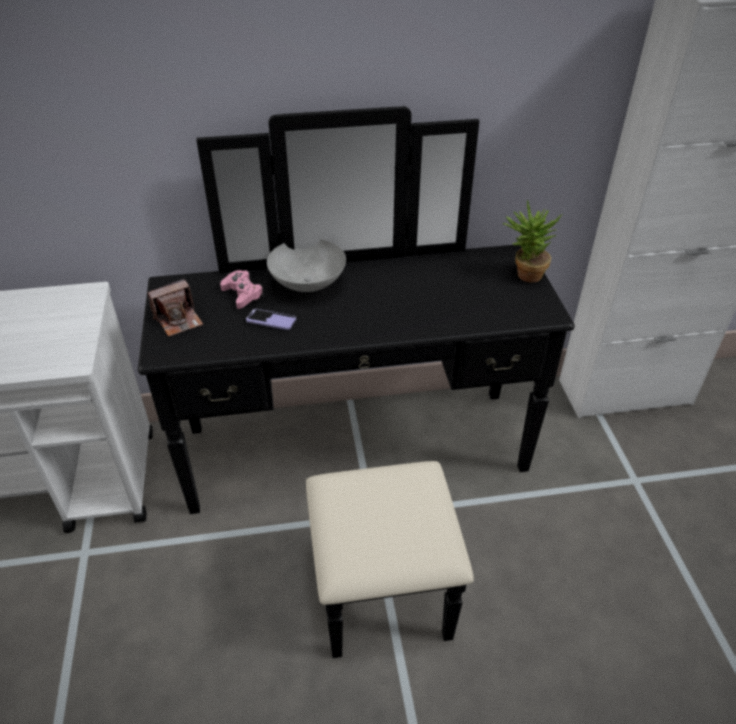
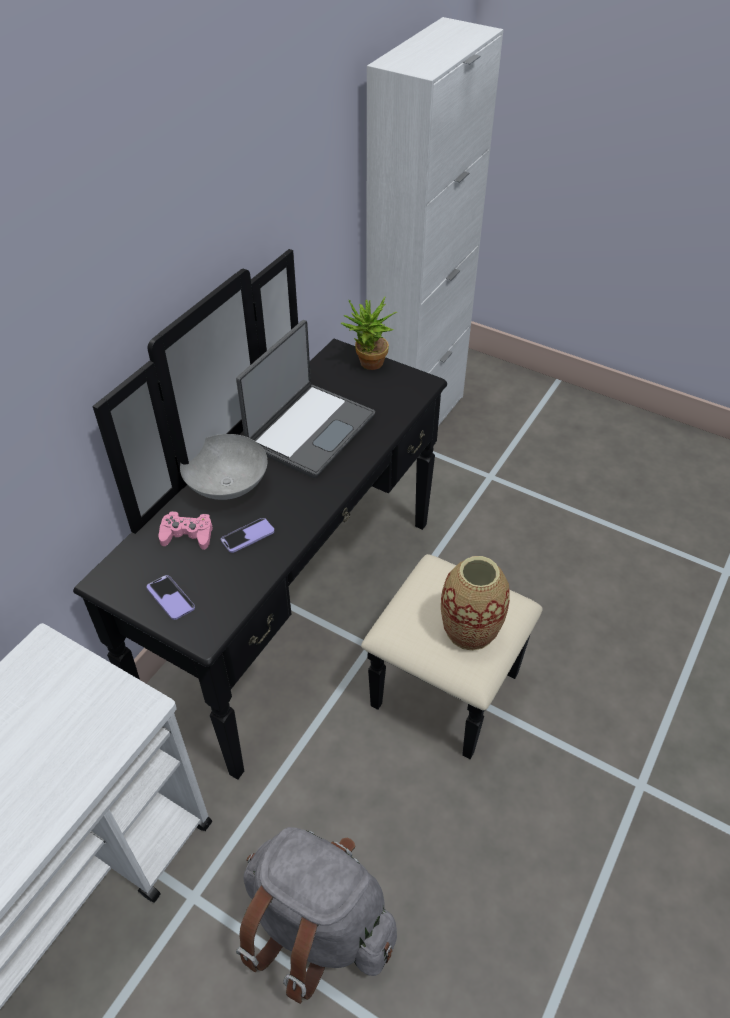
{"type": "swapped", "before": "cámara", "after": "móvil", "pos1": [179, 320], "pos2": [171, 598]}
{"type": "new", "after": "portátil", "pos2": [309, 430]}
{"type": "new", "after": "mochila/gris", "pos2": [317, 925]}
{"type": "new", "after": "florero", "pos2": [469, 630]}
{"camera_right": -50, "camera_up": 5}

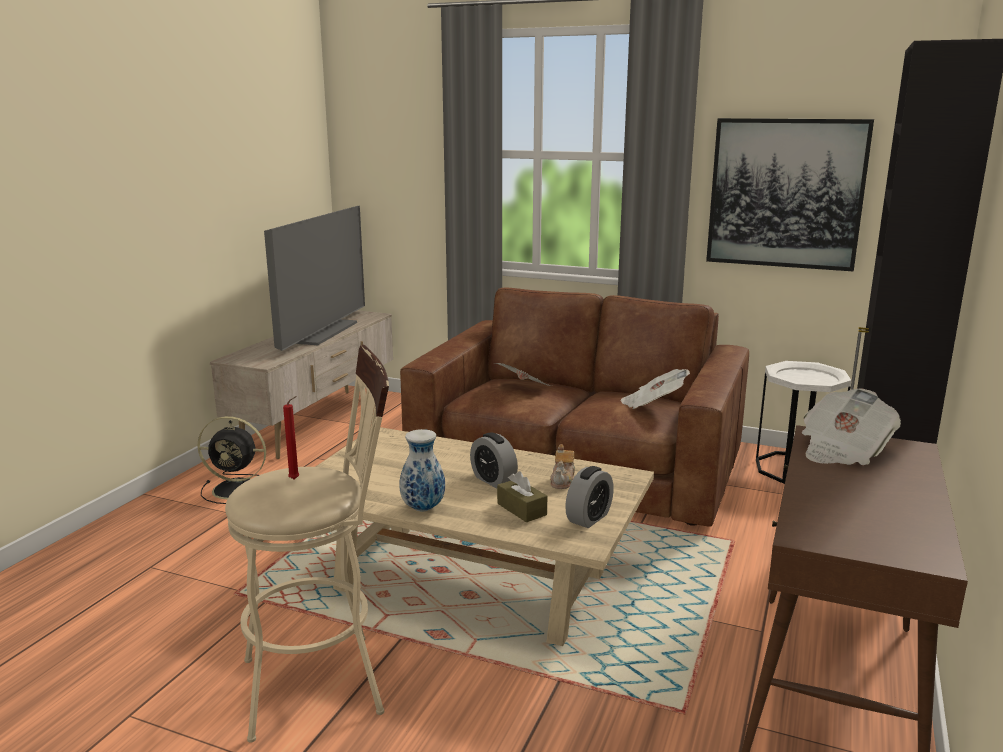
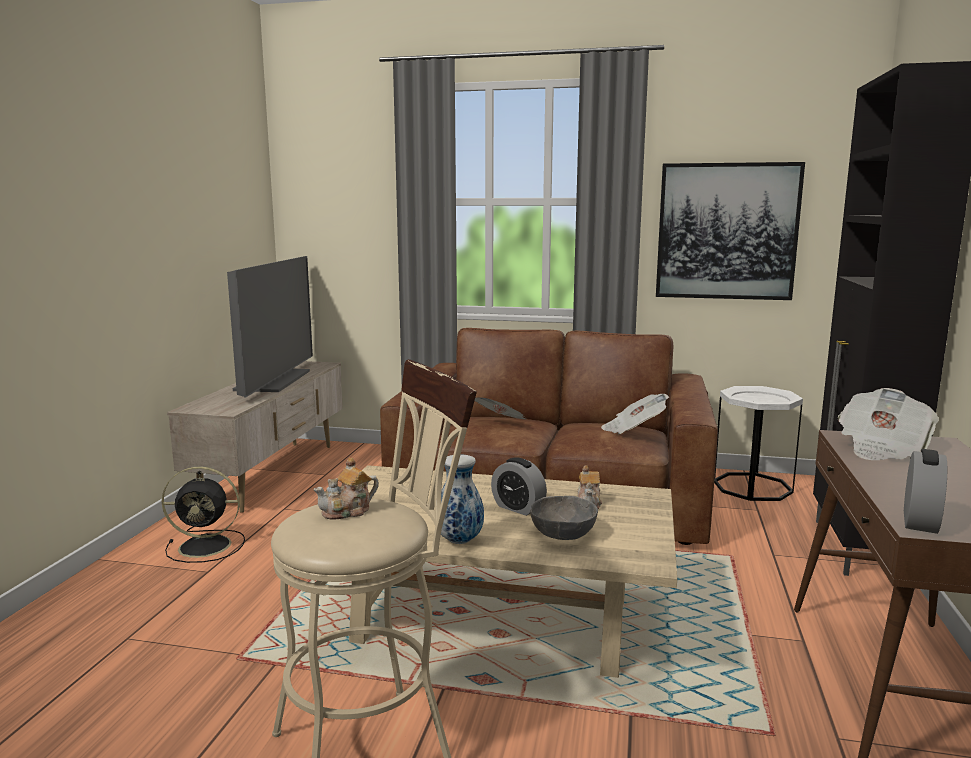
{"type": "swapped", "before": "vela/rojo", "after": "tetera", "pos1": [296, 479], "pos2": [348, 511]}
{"type": "swapped", "before": "caja de pañuelos/marrón", "after": "cuenco/gris", "pos1": [521, 509], "pos2": [563, 534]}
{"type": "shifted", "before": "despertador", "pos1": [589, 518], "pos2": [920, 521]}
{"camera_right": -10, "camera_up": -5}

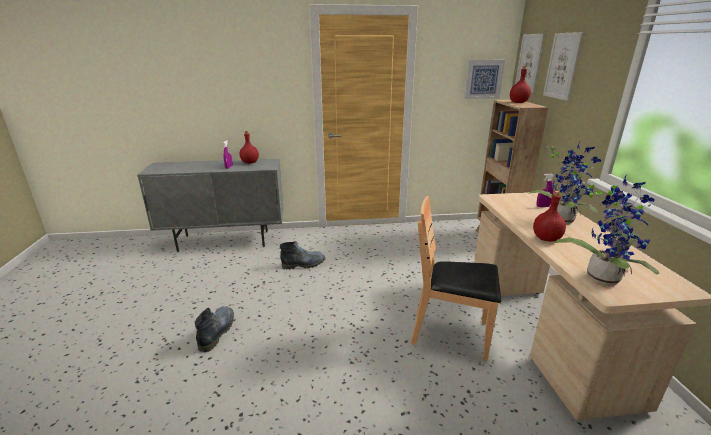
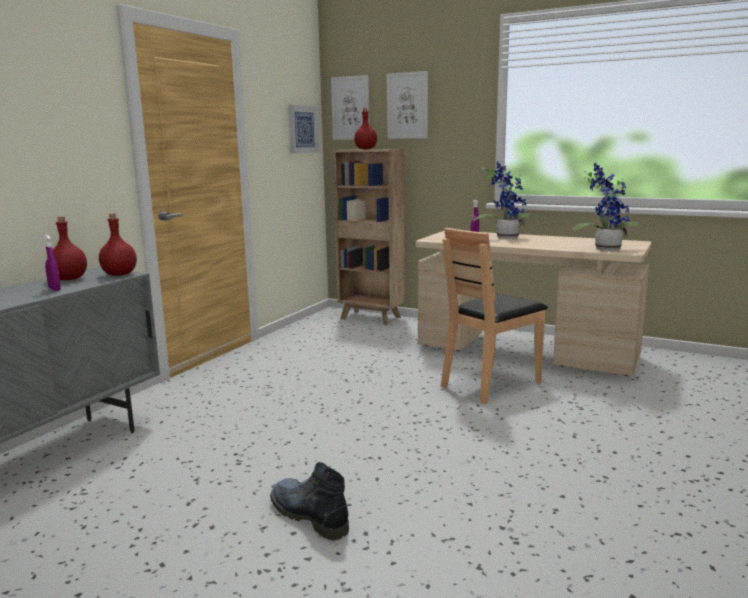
{"type": "gone", "before": "bota", "pos1": [304, 264]}
{"type": "shifted", "before": "botella/rojo", "pos1": [546, 238], "pos2": [119, 274]}
{"camera_right": -55, "camera_up": -10}

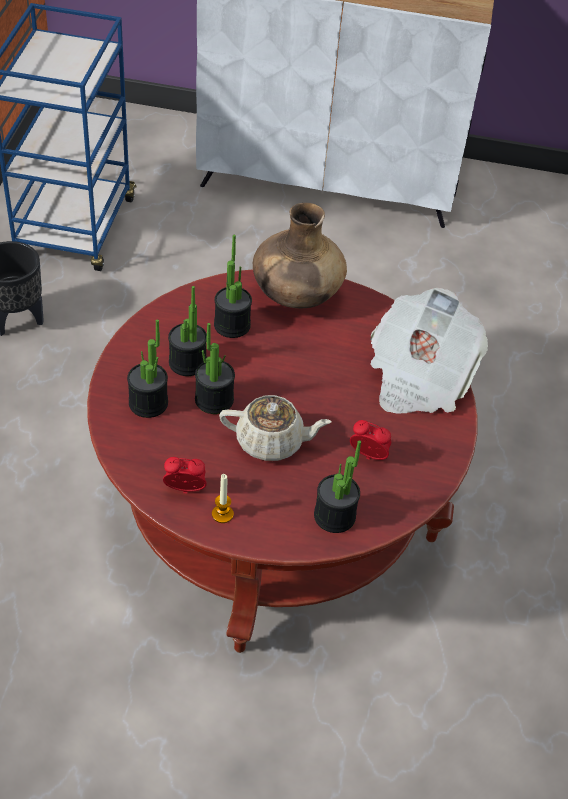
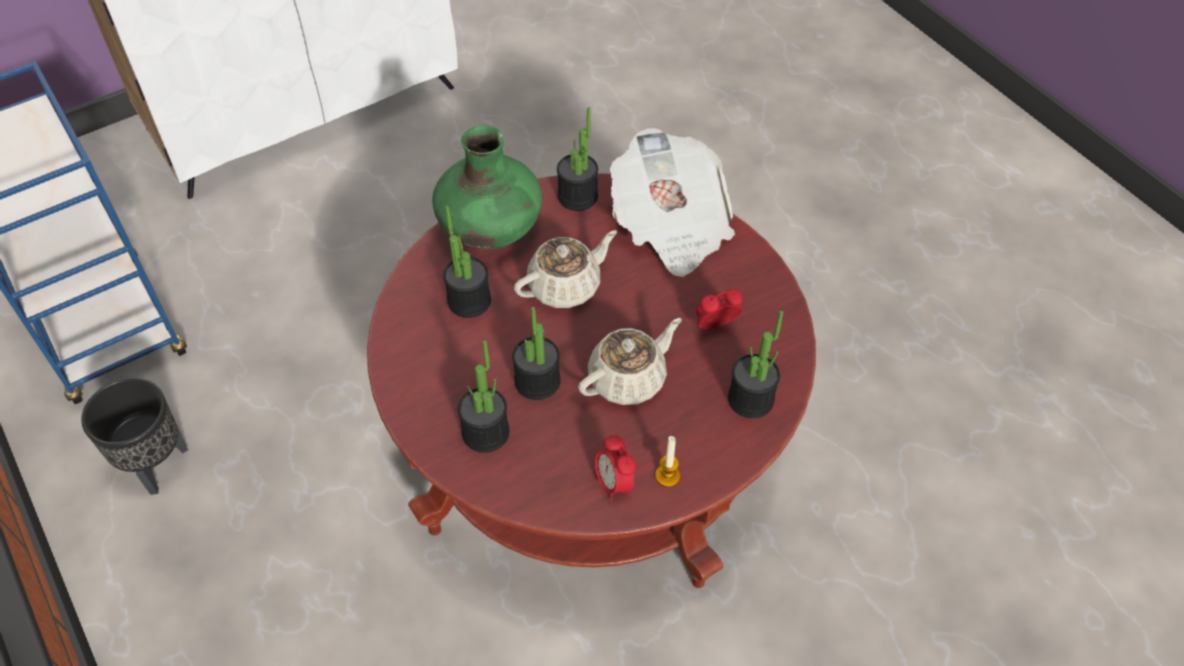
{"type": "rotated", "before": "despertador", "pos1": [185, 491], "pos2": [614, 483], "turn": -75}
{"type": "shifted", "before": "planta en maceta", "pos1": [187, 363], "pos2": [577, 196]}
{"type": "repainted", "before": "florero/marrón", "after": "florero/verde", "pos1": [296, 296], "pos2": [490, 231]}
{"type": "new", "after": "tetera/beis", "pos2": [565, 286]}
{"camera_right": -40, "camera_up": 5}

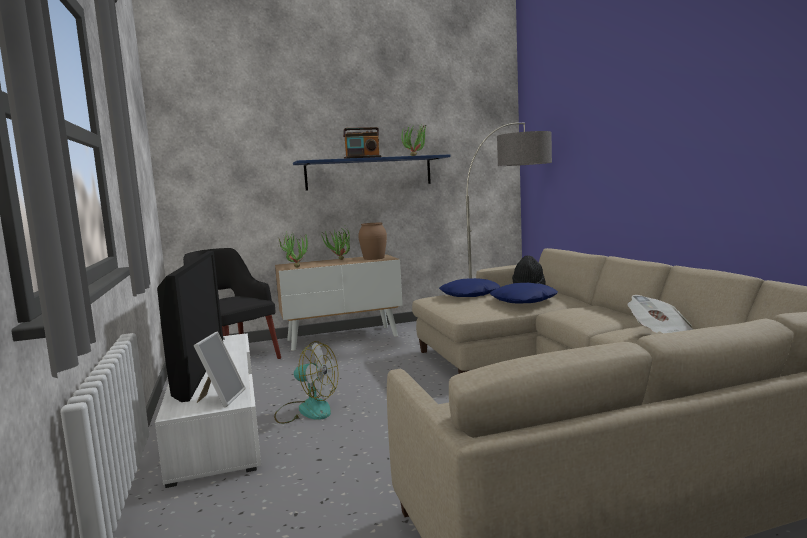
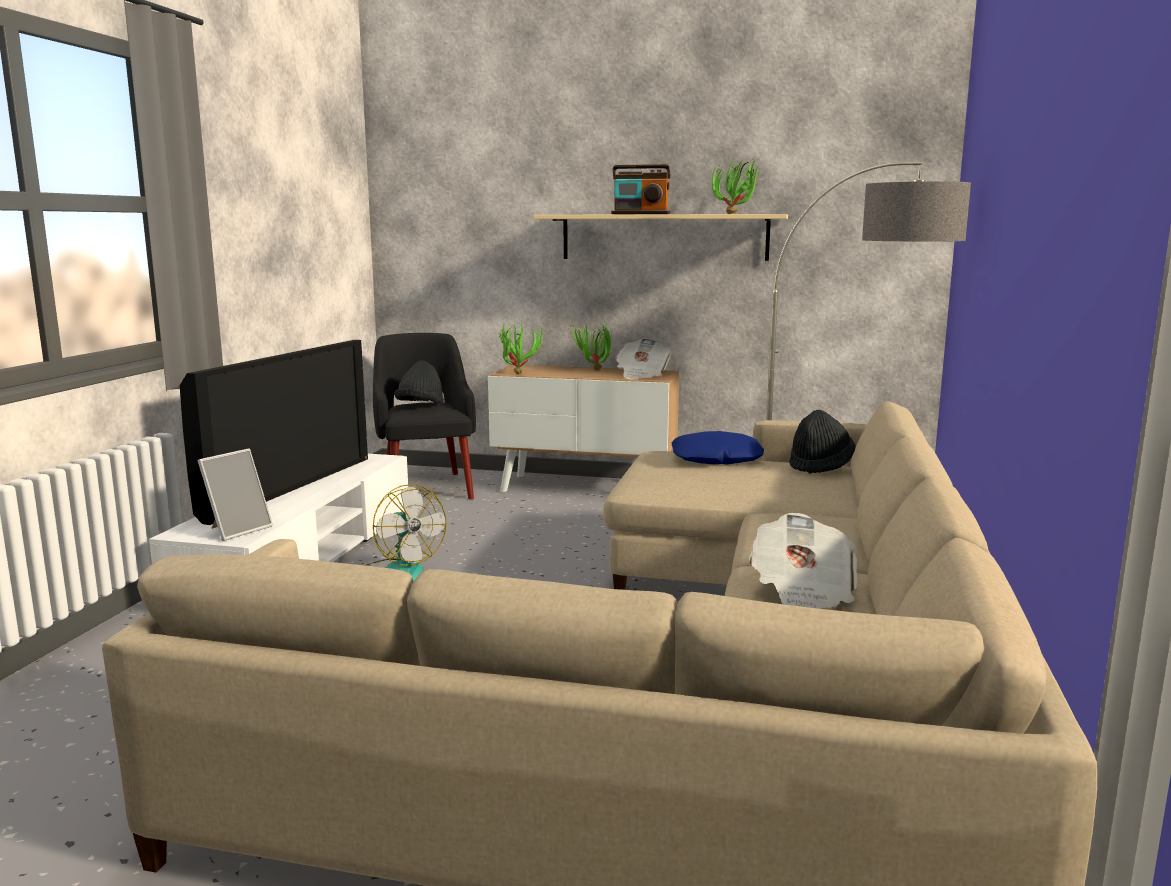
{"type": "repainted", "before": "estante/azul", "after": "estante/beis", "pos1": [369, 173], "pos2": [664, 237]}
{"type": "swapped", "before": "florero/marrón", "after": "periódico", "pos1": [374, 258], "pos2": [642, 375]}
{"type": "gone", "before": "cojín/azul", "pos1": [524, 300]}
{"type": "new", "after": "sombrero/negro", "pos2": [420, 406]}
{"camera_right": 30, "camera_up": 5}

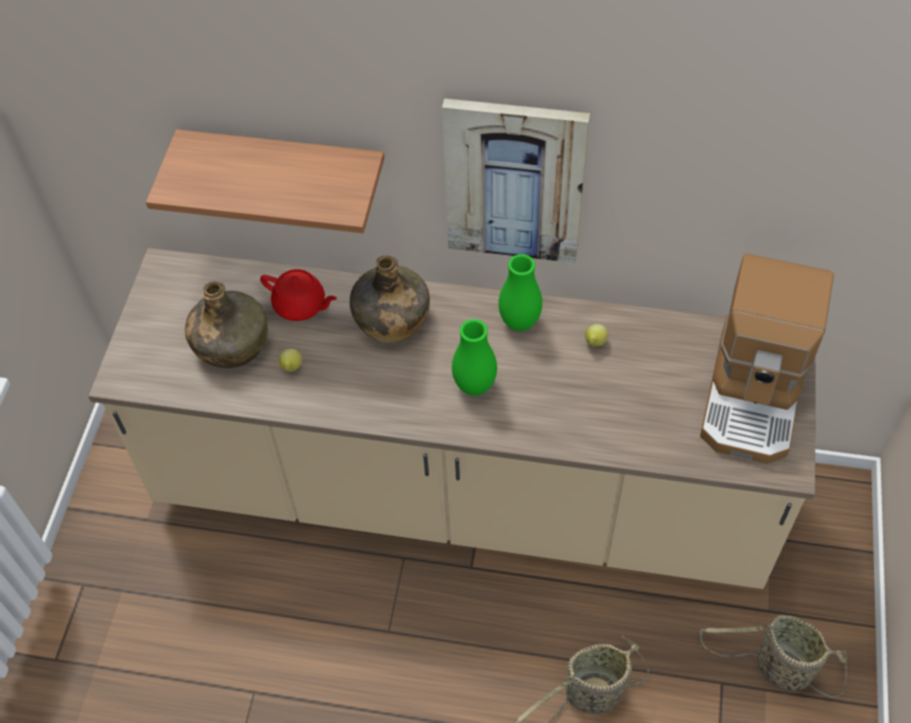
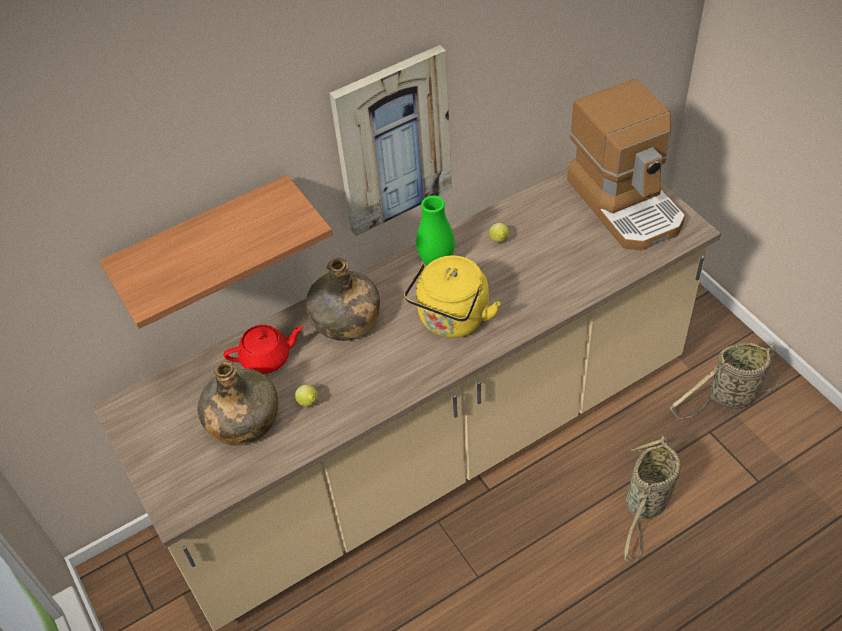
{"type": "swapped", "before": "florero/verde", "after": "hervidor/amarillo", "pos1": [474, 386], "pos2": [452, 320]}
{"camera_right": -40, "camera_up": -5}

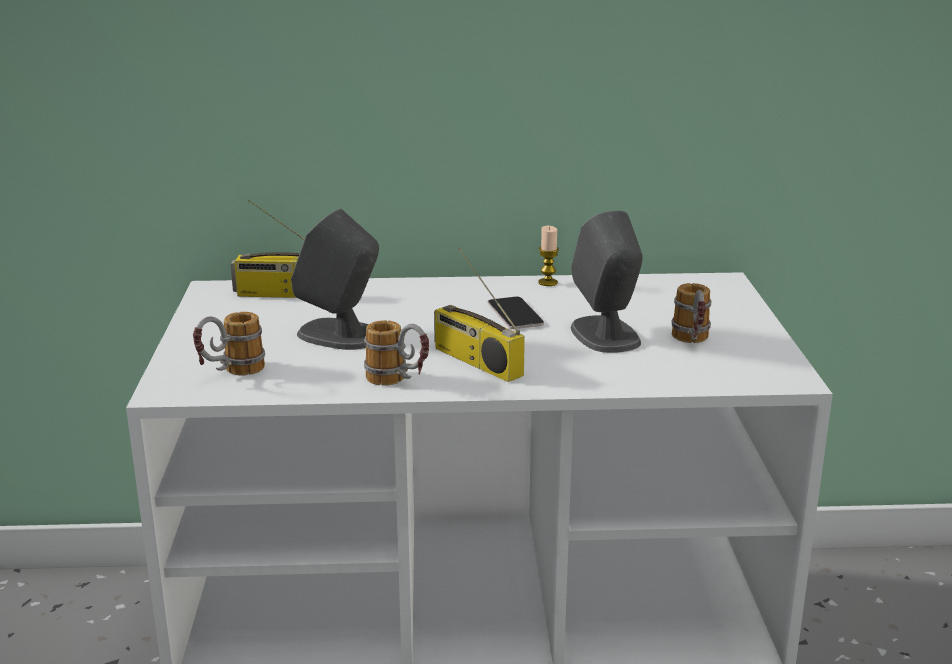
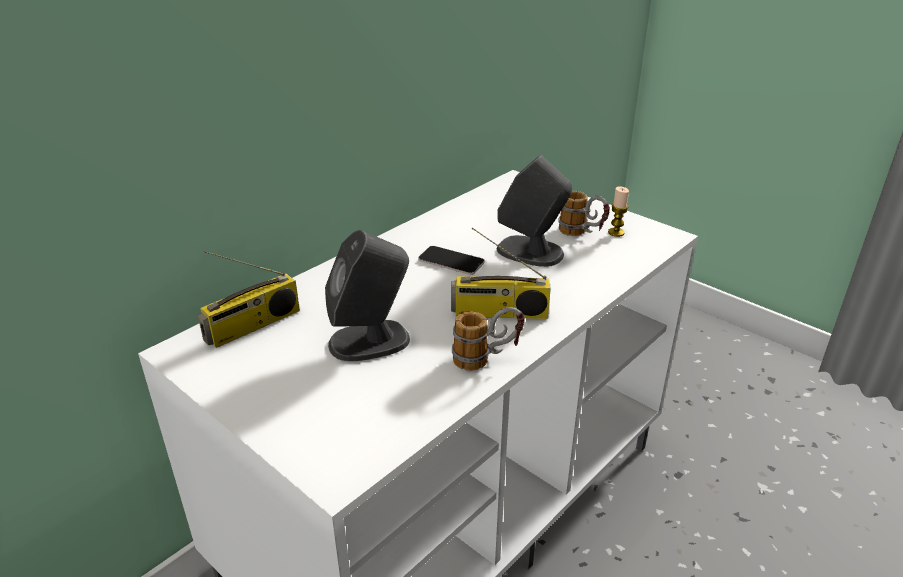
{"type": "gone", "before": "taza grande", "pos1": [230, 373]}
{"type": "shifted", "before": "vela", "pos1": [548, 282], "pos2": [616, 232]}
{"camera_right": -45, "camera_up": 10}

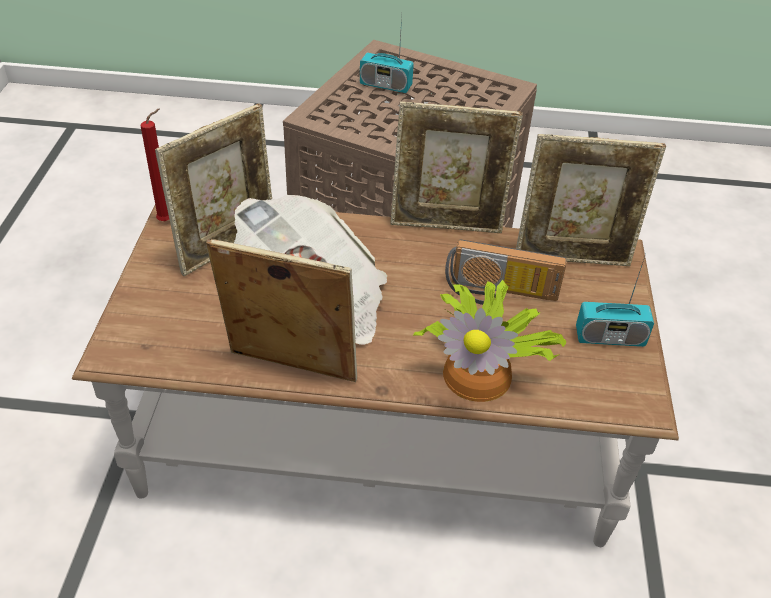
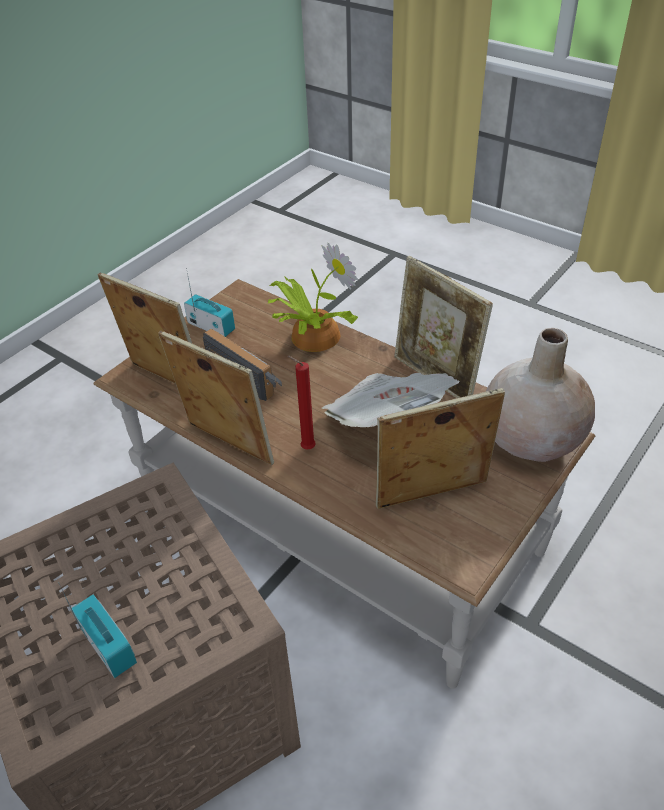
{"type": "shifted", "before": "vela/rojo", "pos1": [167, 220], "pos2": [305, 448]}
{"type": "new", "after": "florero/beis", "pos2": [531, 437]}
{"camera_right": -145, "camera_up": 0}

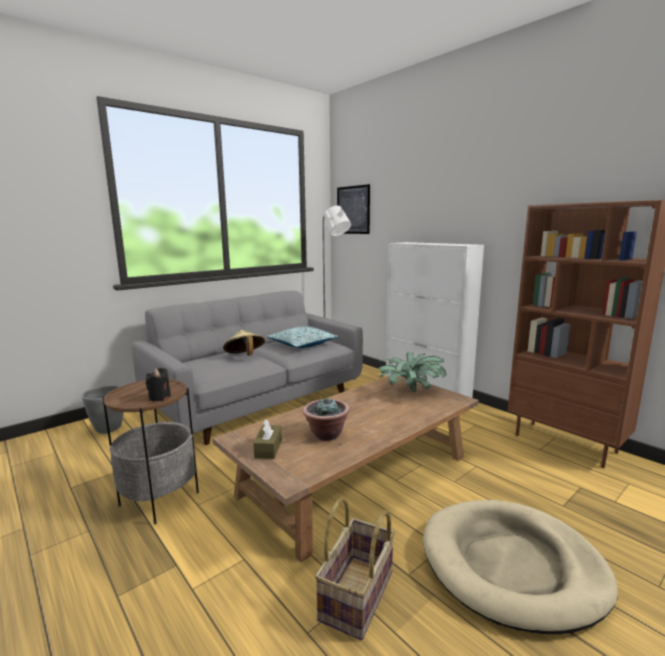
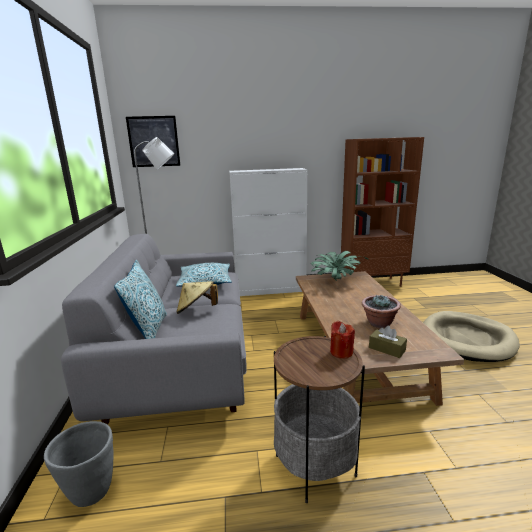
{"type": "repainted", "before": "vela/negro", "after": "vela/rojo", "pos1": [159, 397], "pos2": [341, 352]}
{"type": "gone", "before": "cesta", "pos1": [358, 596]}
{"type": "new", "after": "cojín", "pos2": [149, 330]}
{"camera_right": -55, "camera_up": 5}

